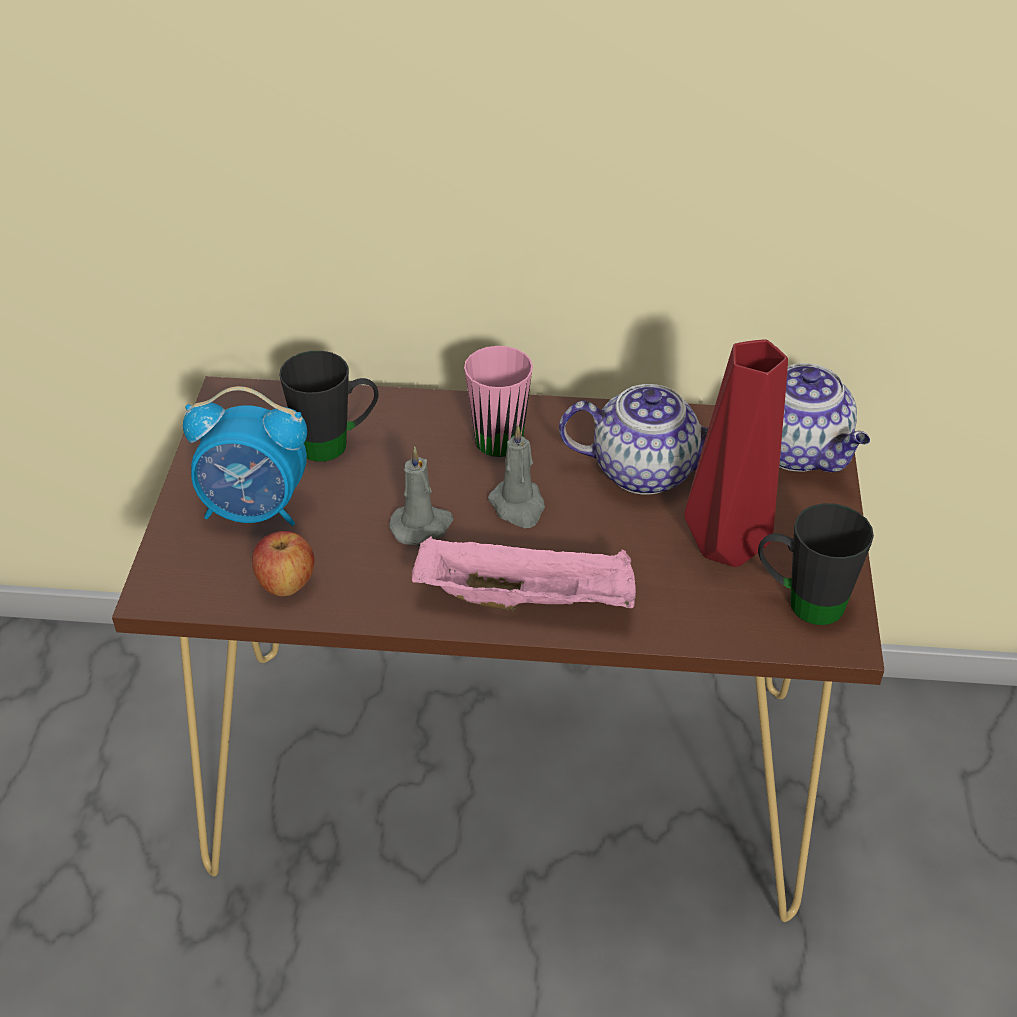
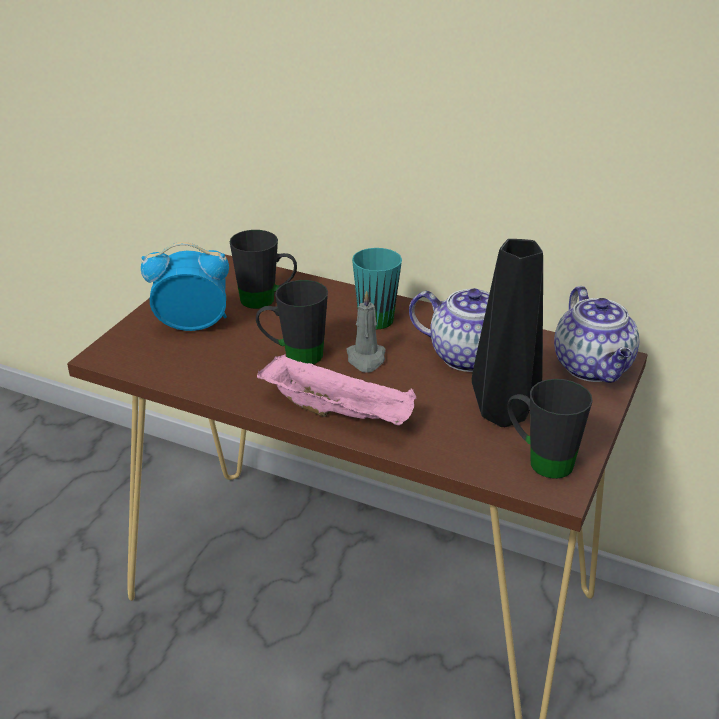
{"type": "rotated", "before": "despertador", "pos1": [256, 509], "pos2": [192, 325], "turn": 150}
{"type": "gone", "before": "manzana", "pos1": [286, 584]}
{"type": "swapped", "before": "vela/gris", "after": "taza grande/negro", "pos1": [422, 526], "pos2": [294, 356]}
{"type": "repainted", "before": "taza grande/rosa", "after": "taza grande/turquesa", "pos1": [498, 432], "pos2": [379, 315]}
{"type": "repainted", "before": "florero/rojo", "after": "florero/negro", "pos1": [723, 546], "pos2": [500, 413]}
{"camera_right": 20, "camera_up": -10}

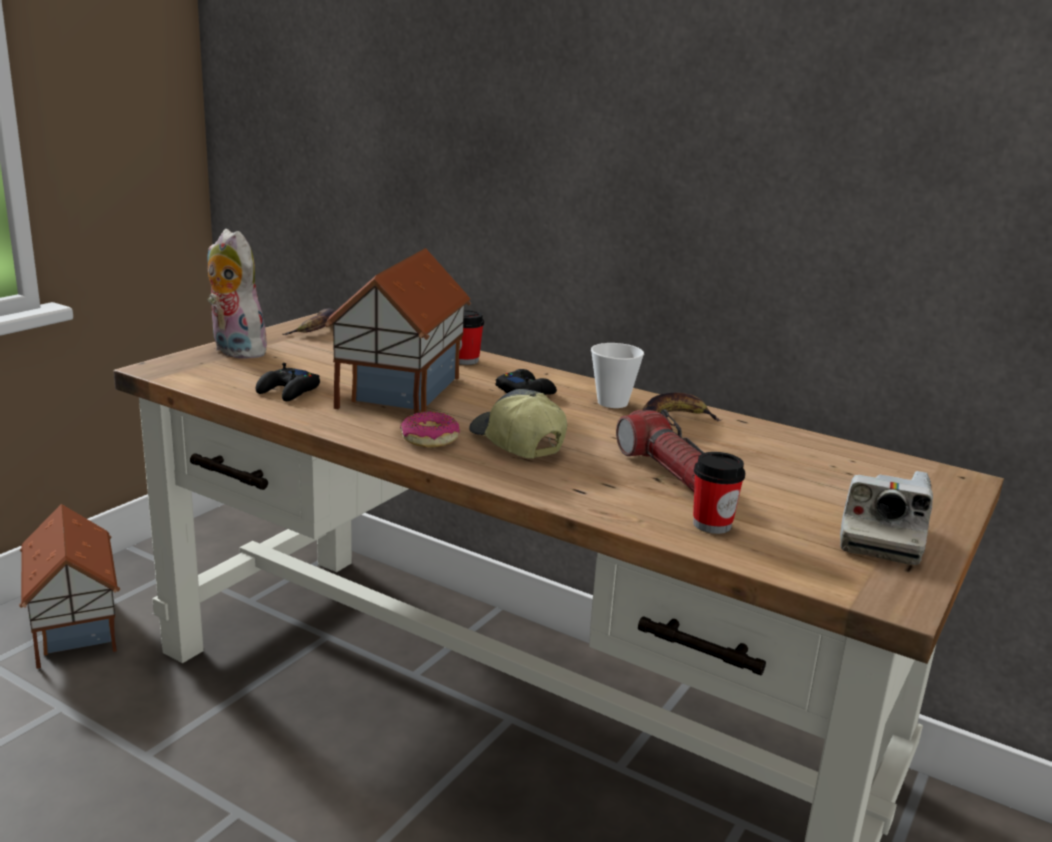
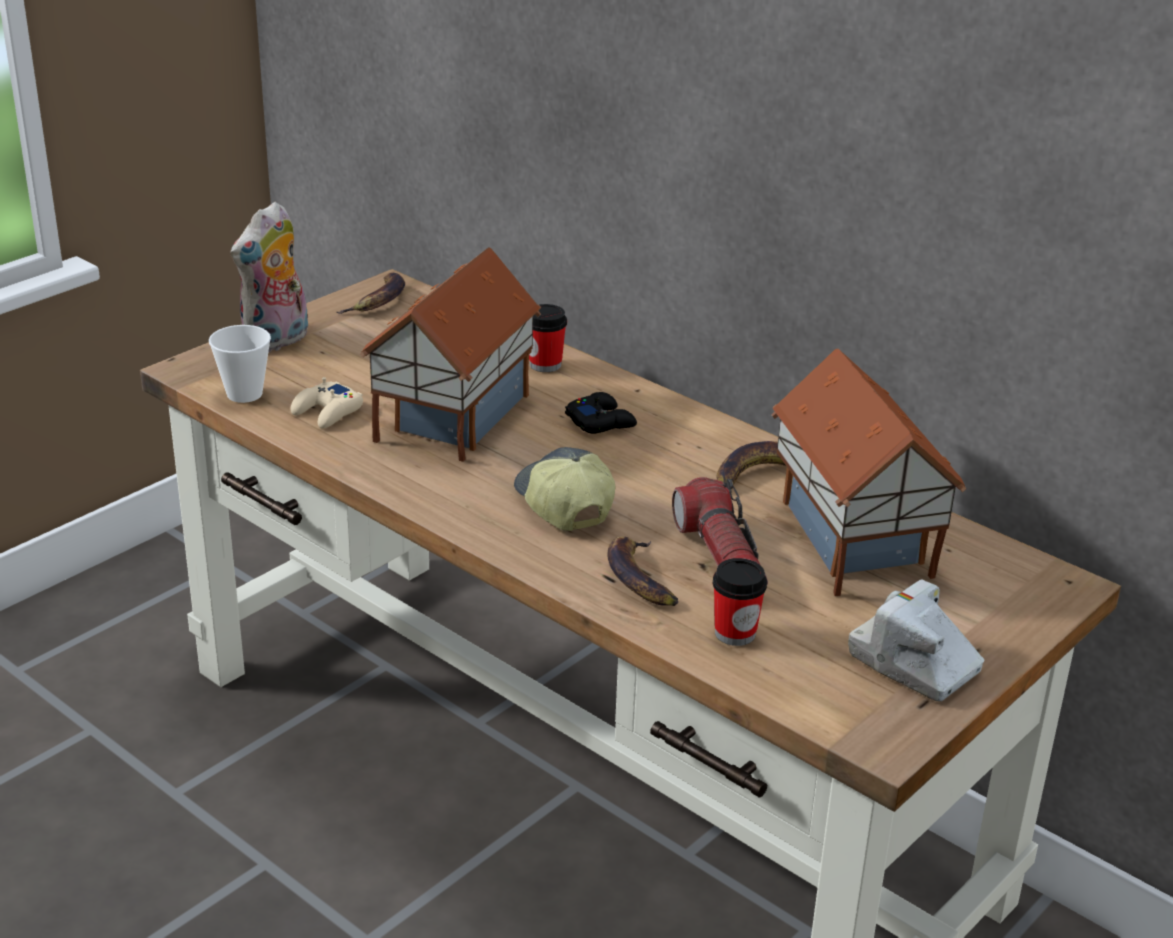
{"type": "shifted", "before": "casita", "pos1": [73, 630], "pos2": [850, 541]}
{"type": "rotated", "before": "peluche", "pos1": [234, 351], "pos2": [277, 341], "turn": -105}
{"type": "repainted", "before": "mando de consola/negro", "after": "mando de consola/beis", "pos1": [289, 391], "pos2": [328, 412]}
{"type": "gone", "before": "rosquilla", "pos1": [429, 439]}
{"type": "shifted", "before": "taza", "pos1": [612, 402], "pos2": [244, 394]}
{"type": "rotated", "before": "cámara", "pos1": [880, 538], "pos2": [914, 663], "turn": 105}
{"type": "new", "after": "plátano", "pos2": [639, 578]}
{"camera_right": 10, "camera_up": 10}

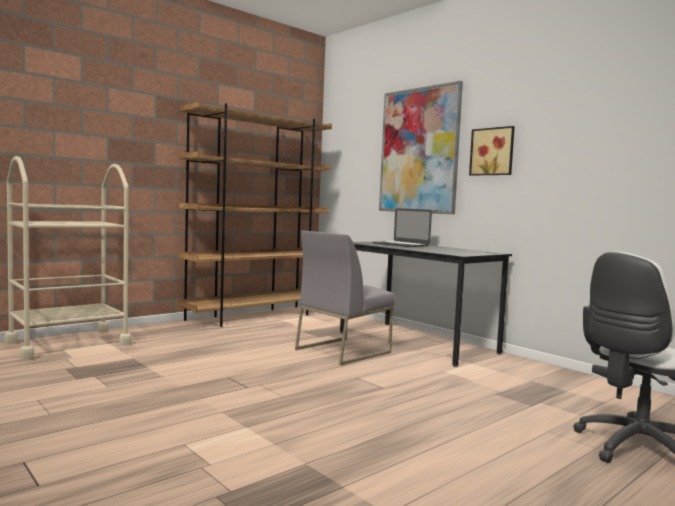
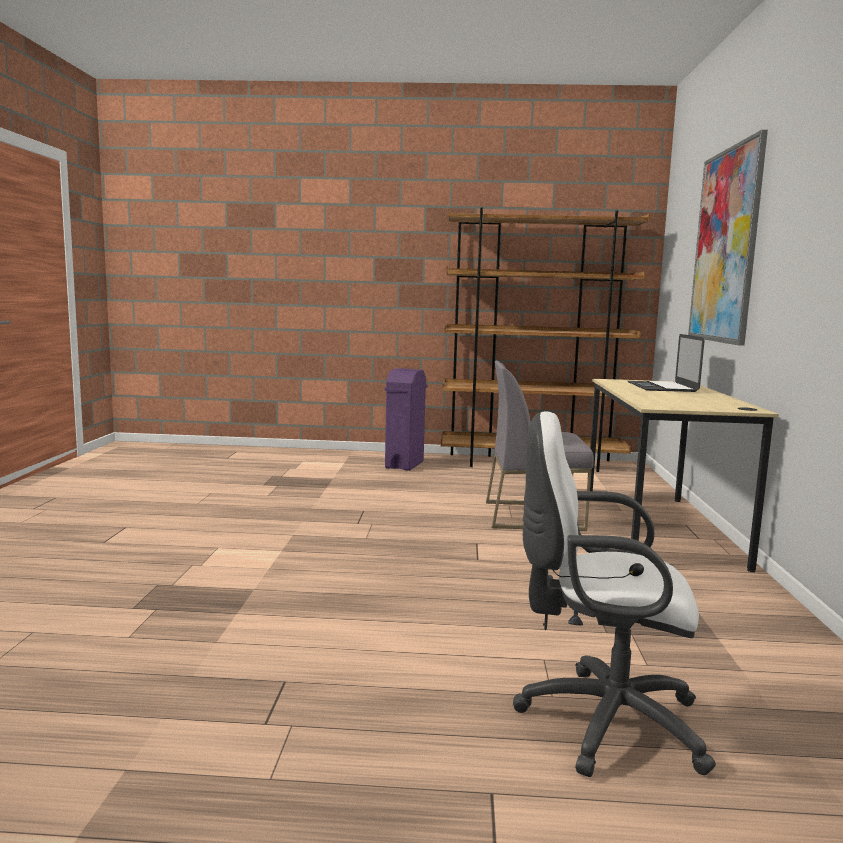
{"type": "gone", "before": "carrito/beis", "pos1": [68, 343]}
{"type": "repainted", "before": "escritorio/negro", "after": "escritorio/beis", "pos1": [416, 342], "pos2": [658, 528]}
{"type": "gone", "before": "cuadro", "pos1": [493, 151]}
{"type": "new", "after": "papelera/morado", "pos2": [405, 464]}
{"camera_right": 45, "camera_up": 5}

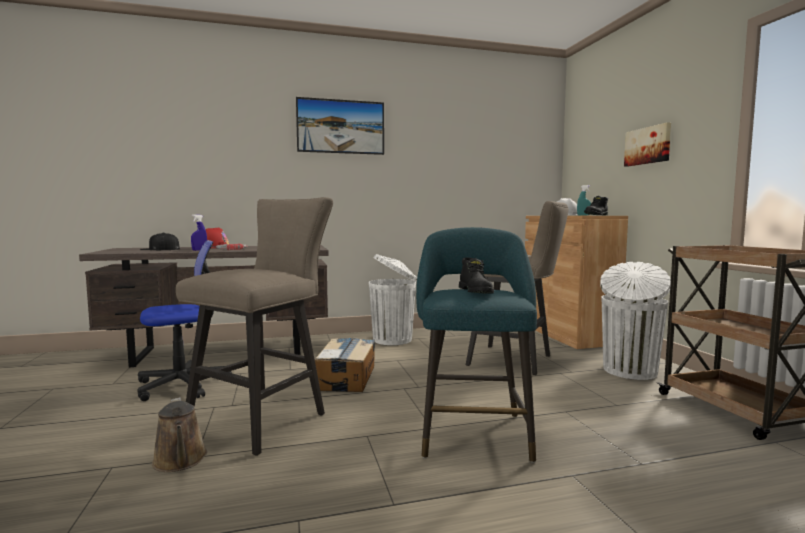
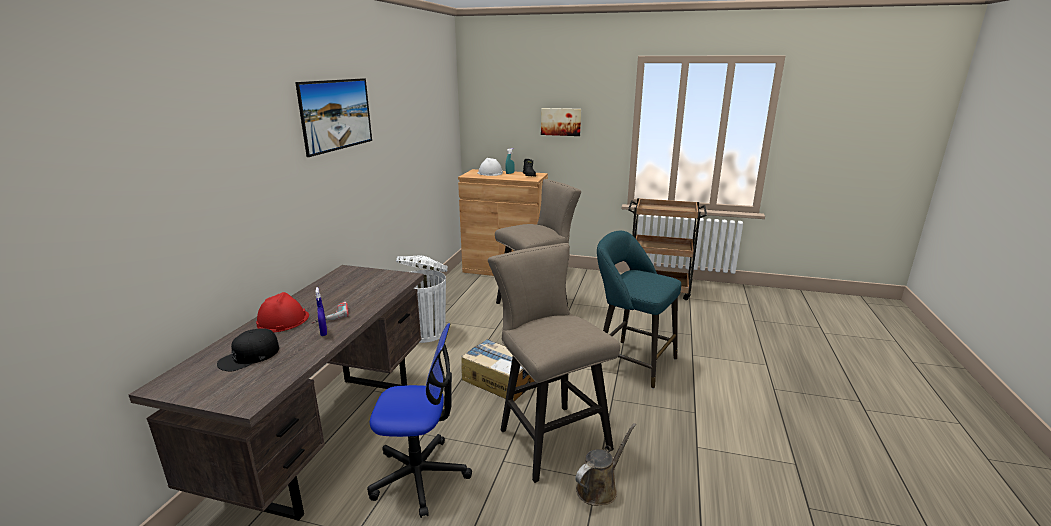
{"type": "rotated", "before": "silla de oficina", "pos1": [183, 384], "pos2": [420, 476], "turn": 90}
{"type": "rotated", "before": "regadera/marrón", "pos1": [180, 461], "pos2": [599, 488], "turn": -45}
{"type": "gone", "before": "bota/negro", "pos1": [476, 292]}
{"type": "gone", "before": "papelera/blanco", "pos1": [629, 371]}
{"camera_right": -60, "camera_up": 15}

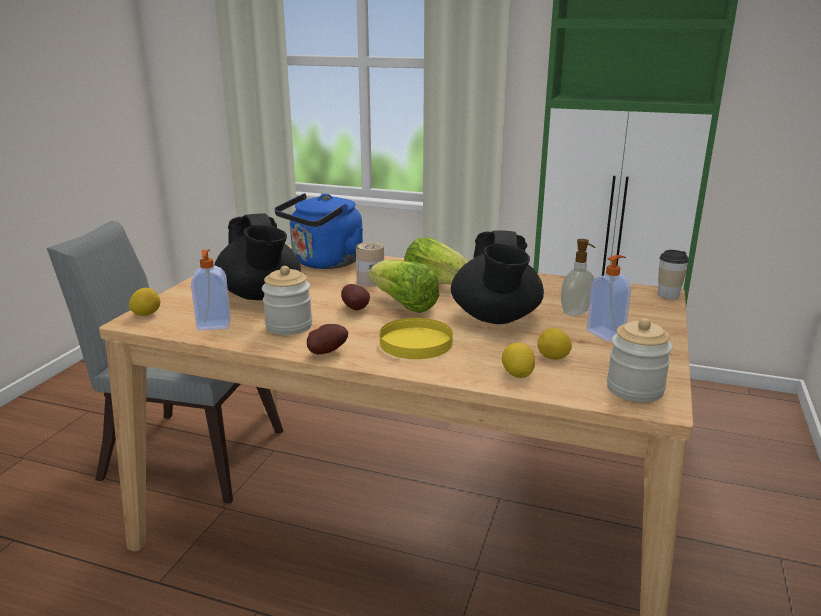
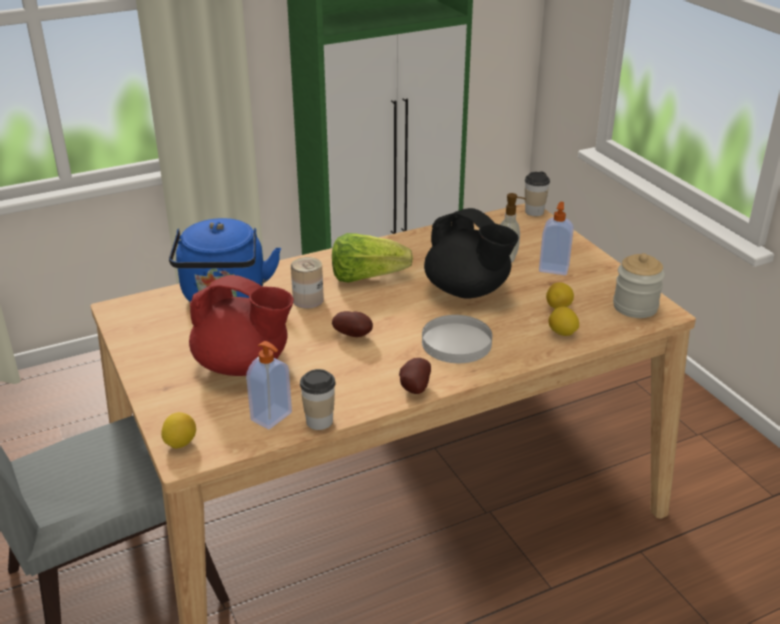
{"type": "repainted", "before": "tetera/negro", "after": "tetera/rojo", "pos1": [260, 295], "pos2": [243, 364]}
{"type": "gone", "before": "tarro", "pos1": [289, 326]}
{"type": "gone", "before": "lechuga", "pos1": [403, 305]}
{"type": "repainted", "before": "plato/amarillo", "after": "plato/blanco", "pos1": [415, 342], "pos2": [456, 343]}
{"type": "new", "after": "taza", "pos2": [319, 421]}
{"camera_right": -45, "camera_up": 10}

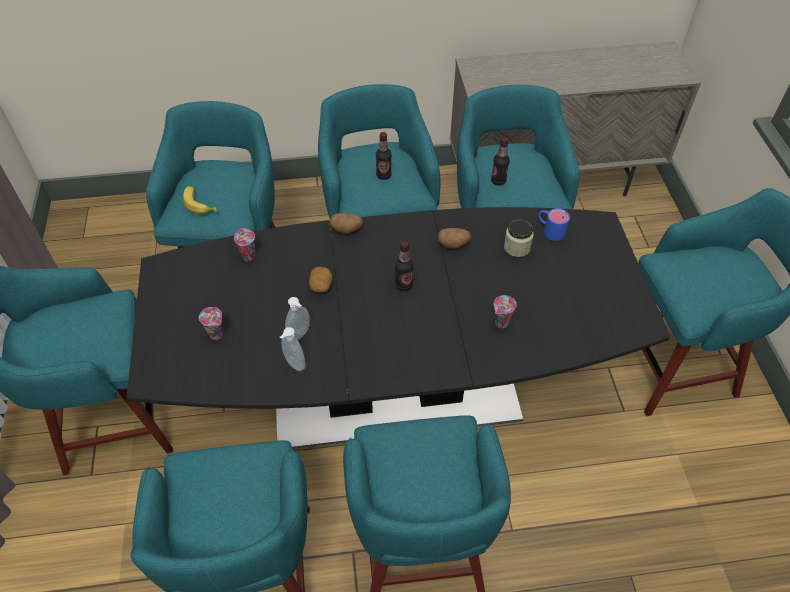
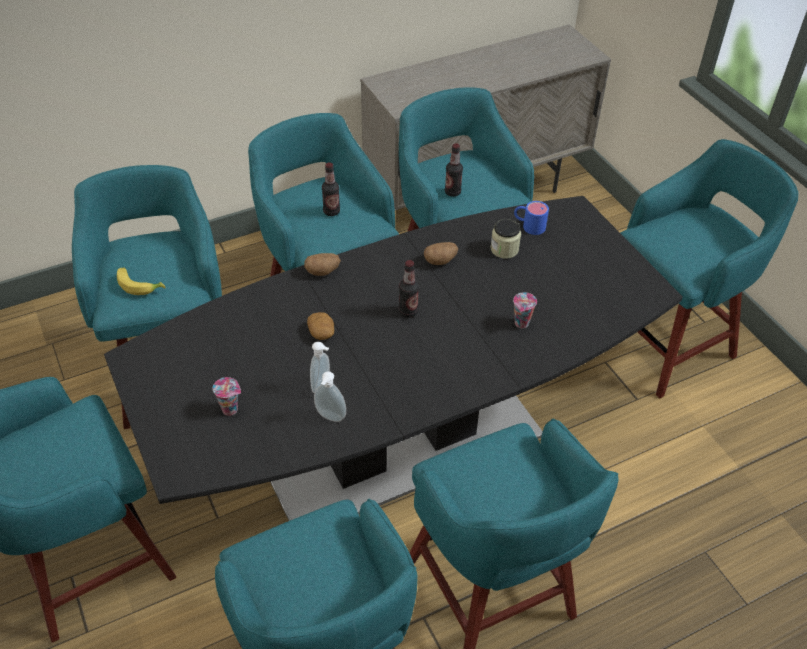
{"type": "gone", "before": "taza", "pos1": [248, 256]}
{"camera_right": -20, "camera_up": -5}

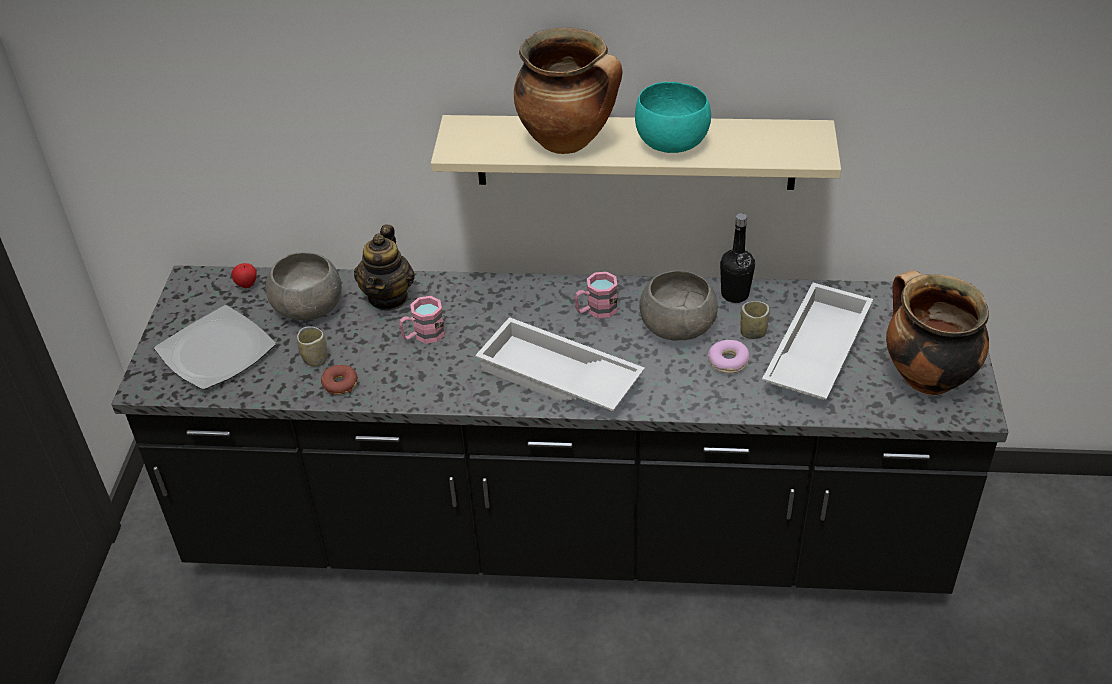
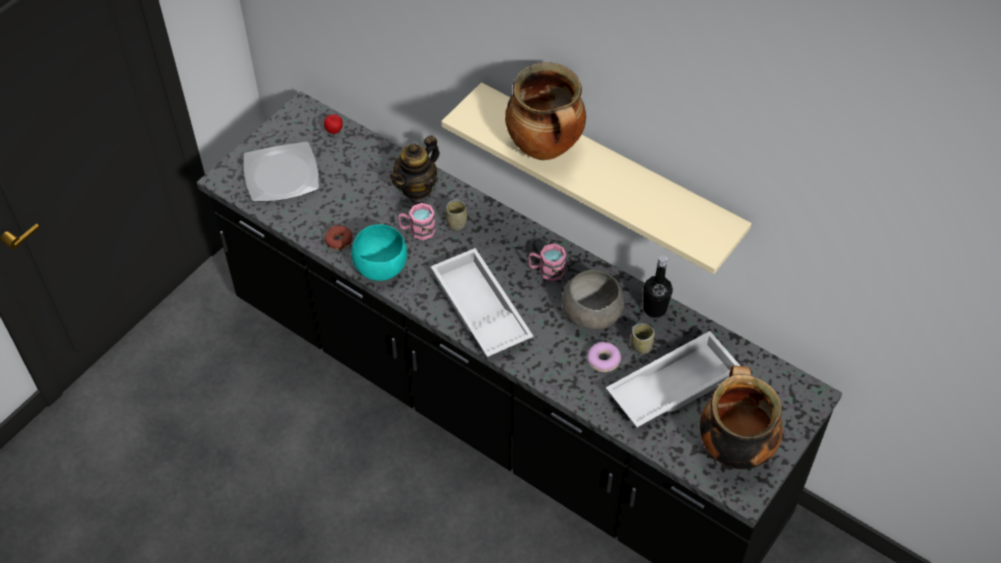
{"type": "gone", "before": "cuenco/gris", "pos1": [309, 307]}
{"type": "shifted", "before": "taza", "pos1": [315, 359], "pos2": [456, 223]}
{"type": "shifted", "before": "cuenco/turquesa", "pos1": [670, 144], "pos2": [380, 267]}
{"camera_right": 30, "camera_up": 10}

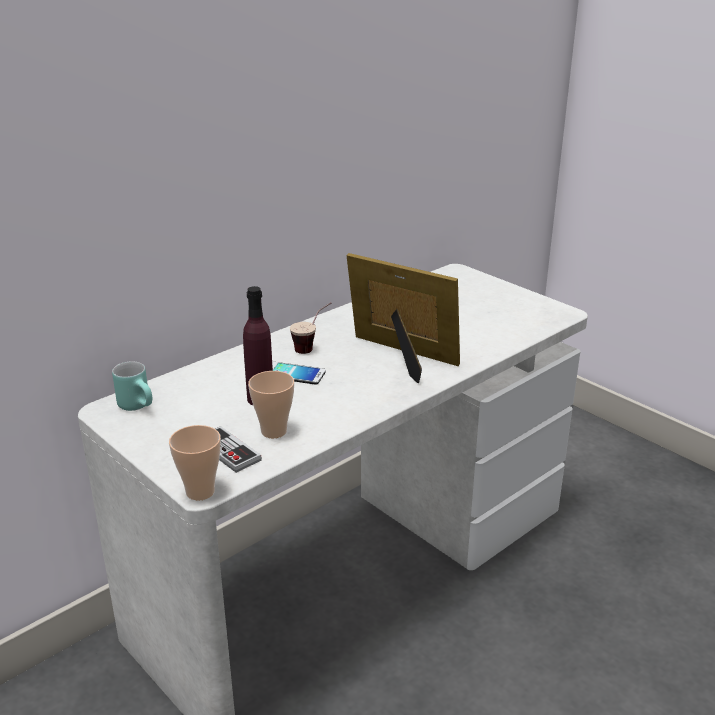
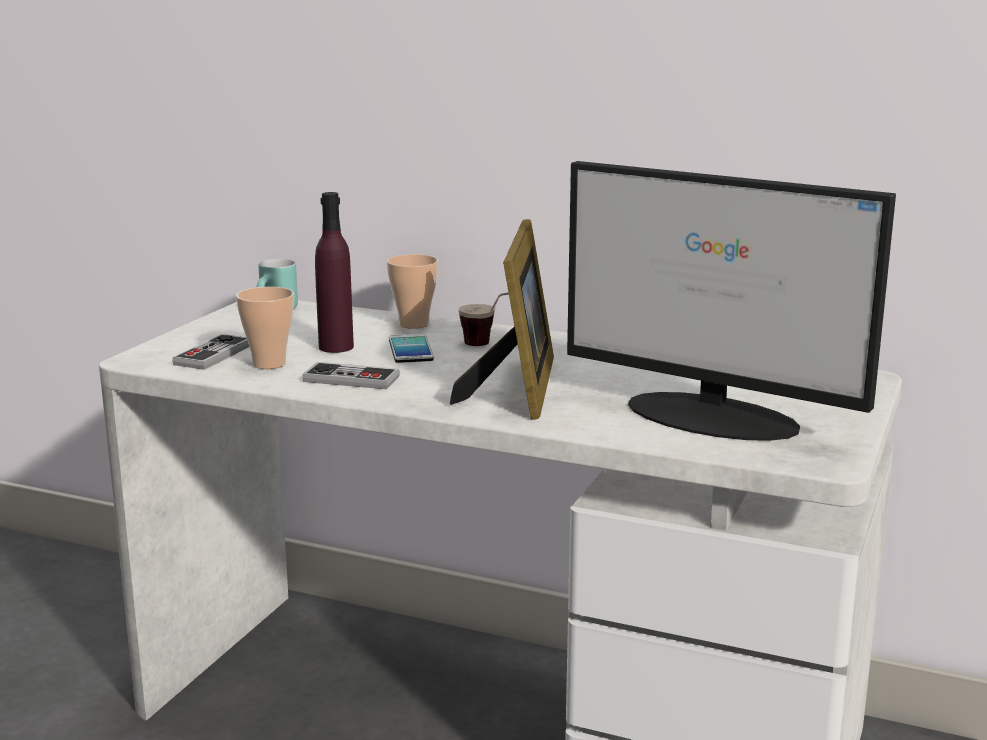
{"type": "shifted", "before": "taza", "pos1": [200, 492], "pos2": [414, 324]}
{"type": "new", "after": "mando de consola", "pos2": [351, 379]}
{"type": "new", "after": "monitor", "pos2": [714, 417]}
{"camera_right": 65, "camera_up": -10}

